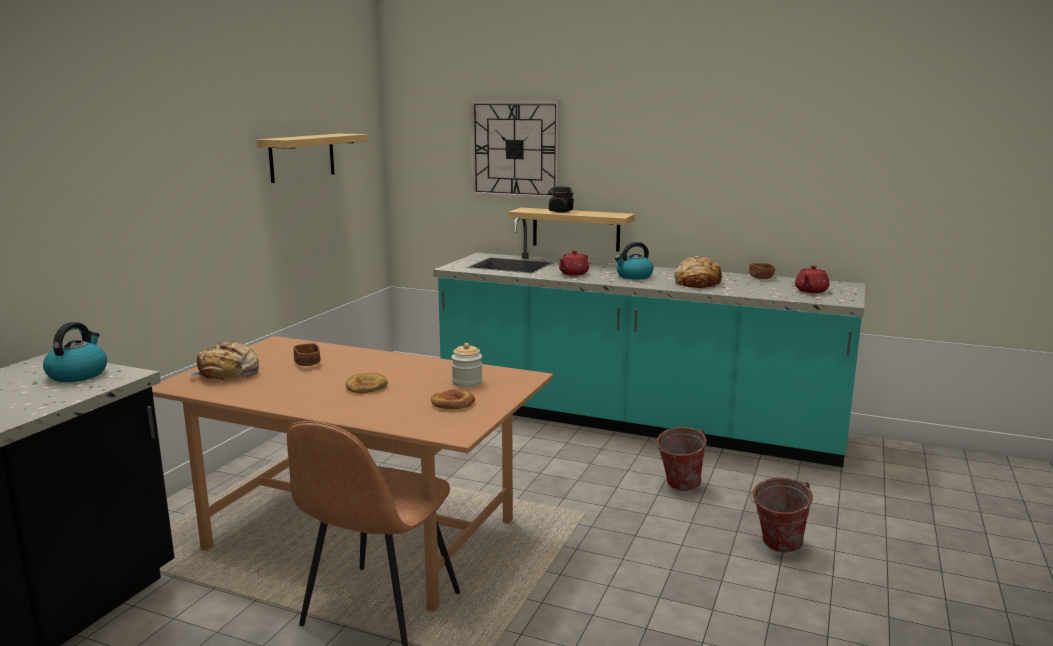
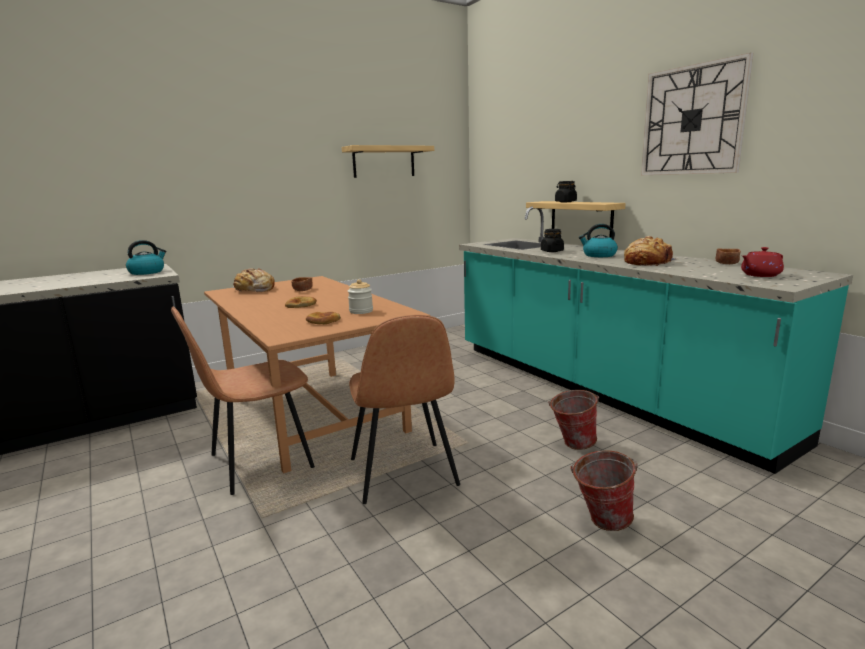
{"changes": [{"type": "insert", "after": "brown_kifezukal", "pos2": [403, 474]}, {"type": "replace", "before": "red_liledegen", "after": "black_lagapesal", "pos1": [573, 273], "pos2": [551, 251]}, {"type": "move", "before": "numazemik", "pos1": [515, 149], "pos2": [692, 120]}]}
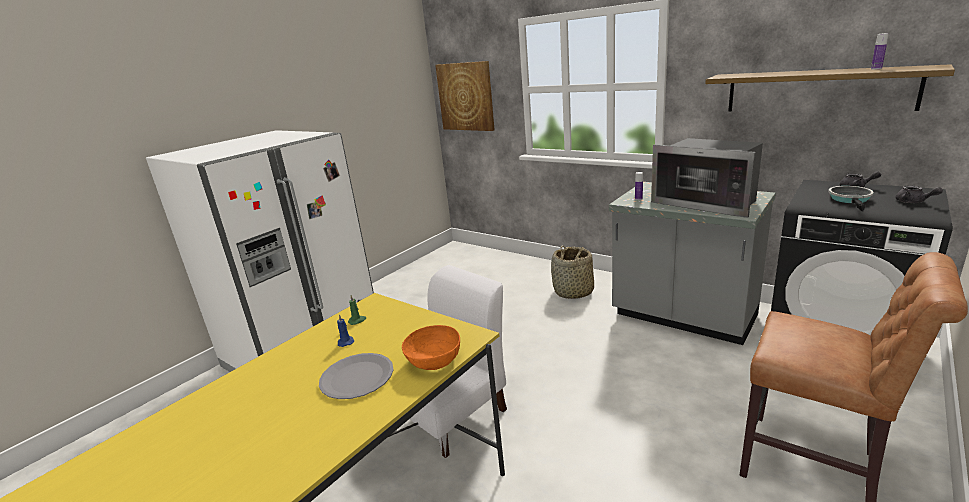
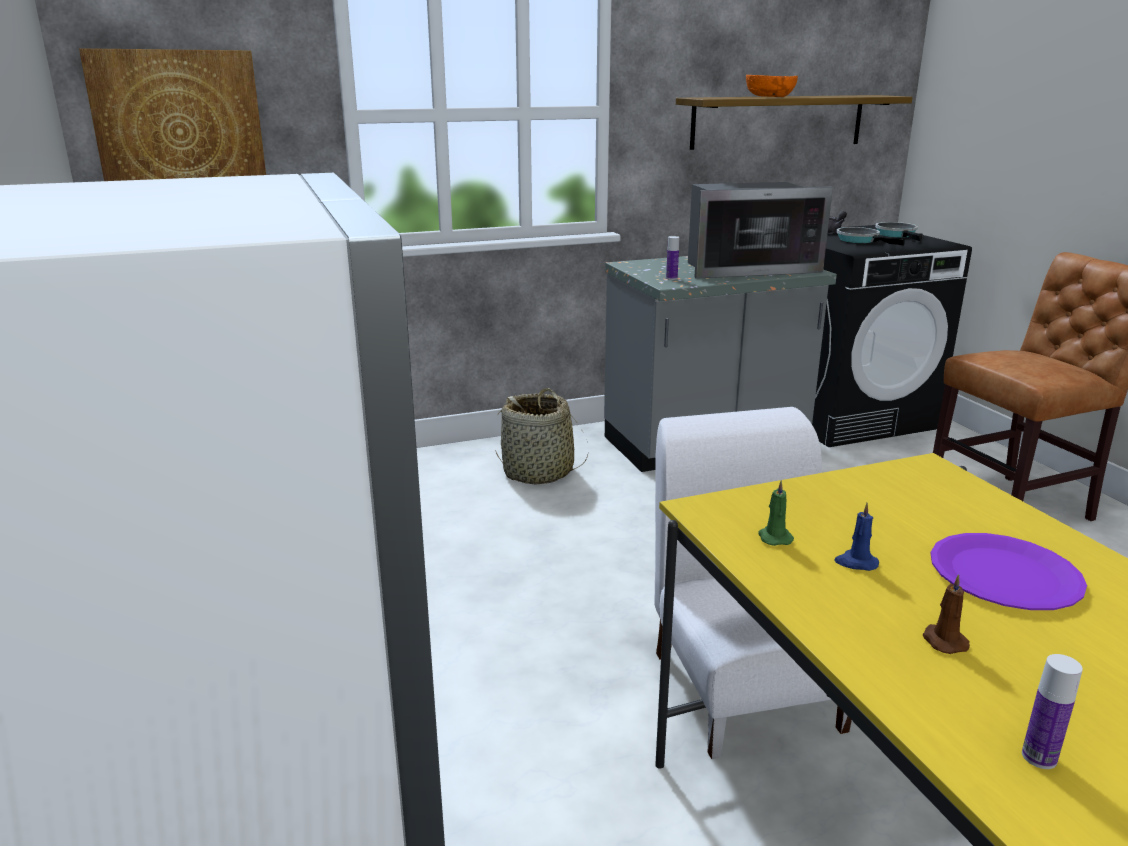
{"changes": [{"type": "move", "before": "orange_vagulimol", "pos1": [434, 360], "pos2": [770, 97]}, {"type": "replace", "before": "grey_liledegen", "after": "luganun", "pos1": [913, 202], "pos2": [897, 235]}, {"type": "insert", "after": "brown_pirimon", "pos2": [943, 641]}, {"type": "recolor", "before": "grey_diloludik", "after": "purple_diloludik", "pos1": [357, 377], "pos2": [1004, 575]}, {"type": "move", "before": "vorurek", "pos1": [876, 68], "pos2": [1039, 757]}]}
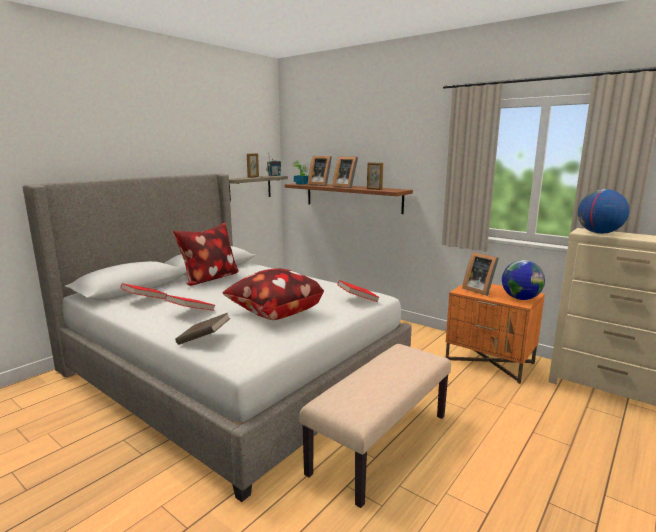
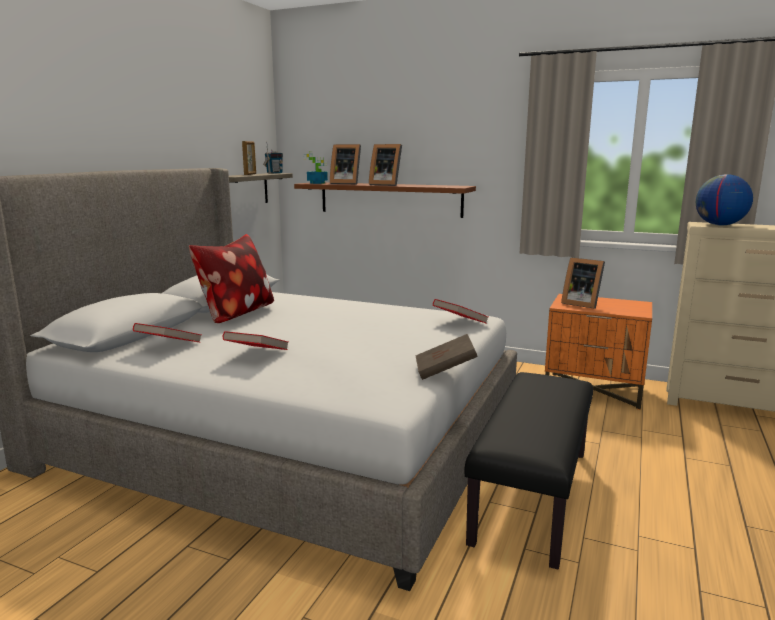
{"changes": [{"type": "move", "before": "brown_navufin", "pos1": [204, 340], "pos2": [445, 371]}, {"type": "recolor", "before": "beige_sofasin", "after": "black_sofasin", "pos1": [380, 442], "pos2": [531, 494]}, {"type": "delete", "before": "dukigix", "pos1": [274, 313]}, {"type": "delete", "before": "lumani", "pos1": [374, 189]}, {"type": "delete", "before": "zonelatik", "pos1": [520, 298]}]}
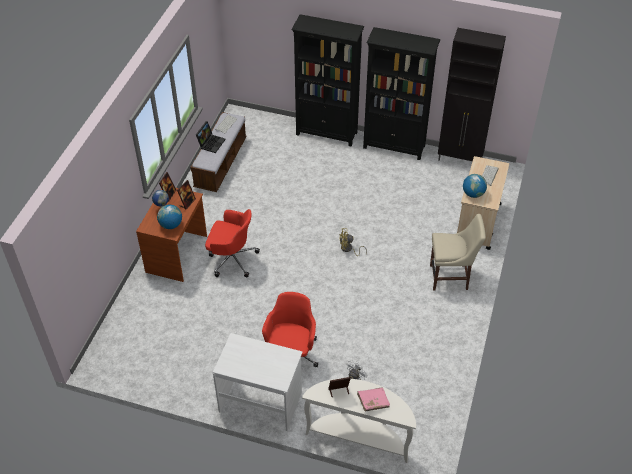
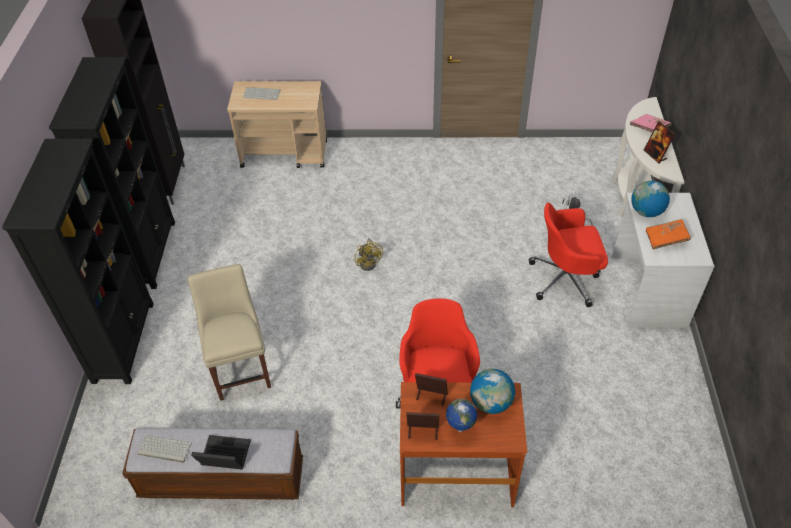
{"changes": [{"type": "move", "before": "beige_kifezukal", "pos1": [451, 277], "pos2": [241, 369]}, {"type": "move", "before": "zonelatik", "pos1": [473, 194], "pos2": [646, 212]}, {"type": "insert", "after": "orange_navufin", "pos2": [666, 239]}]}
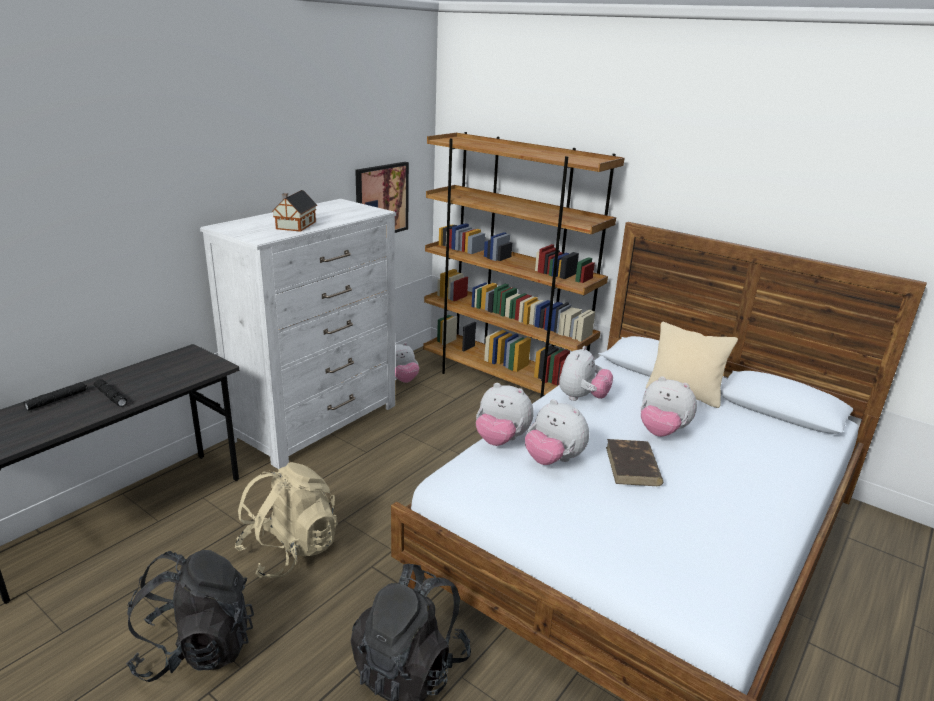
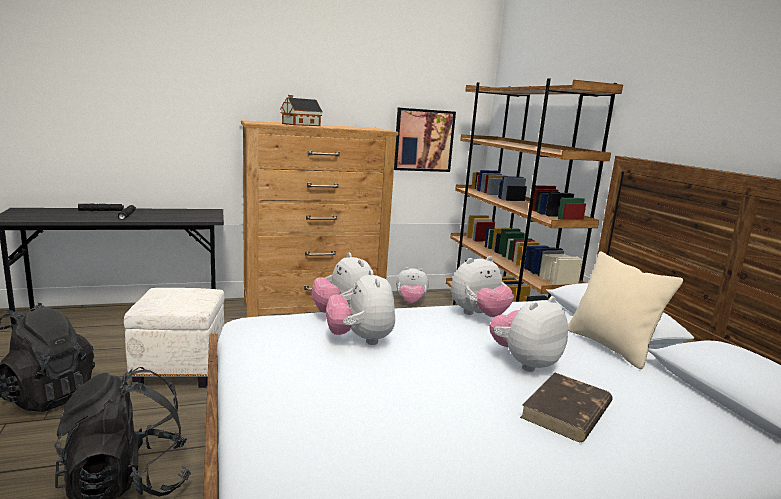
{"changes": [{"type": "replace", "before": "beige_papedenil", "after": "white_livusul", "pos1": [290, 550], "pos2": [179, 368]}, {"type": "recolor", "before": "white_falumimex", "after": "brown_falumimex", "pos1": [317, 422], "pos2": [313, 307]}, {"type": "rotate", "before": "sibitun", "pos1": [662, 432], "pos2": [524, 362], "turn": 75}, {"type": "move", "before": "brown_navufin", "pos1": [633, 466], "pos2": [566, 411]}]}
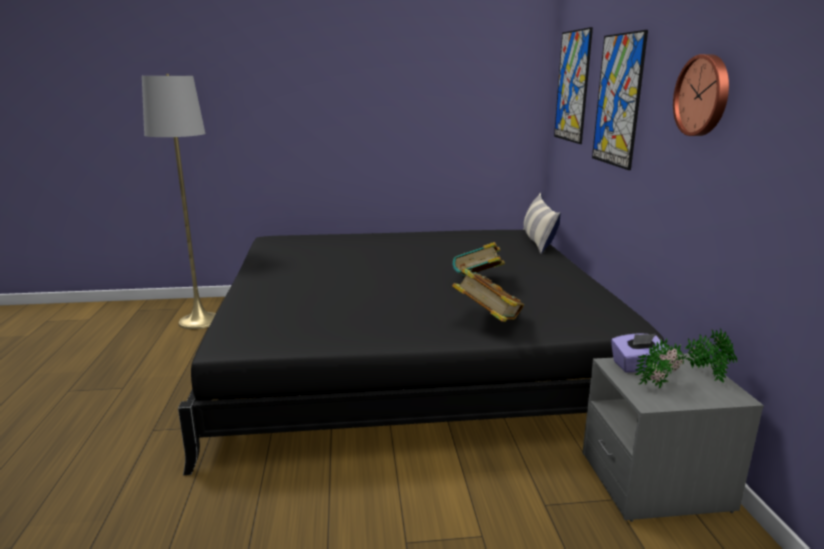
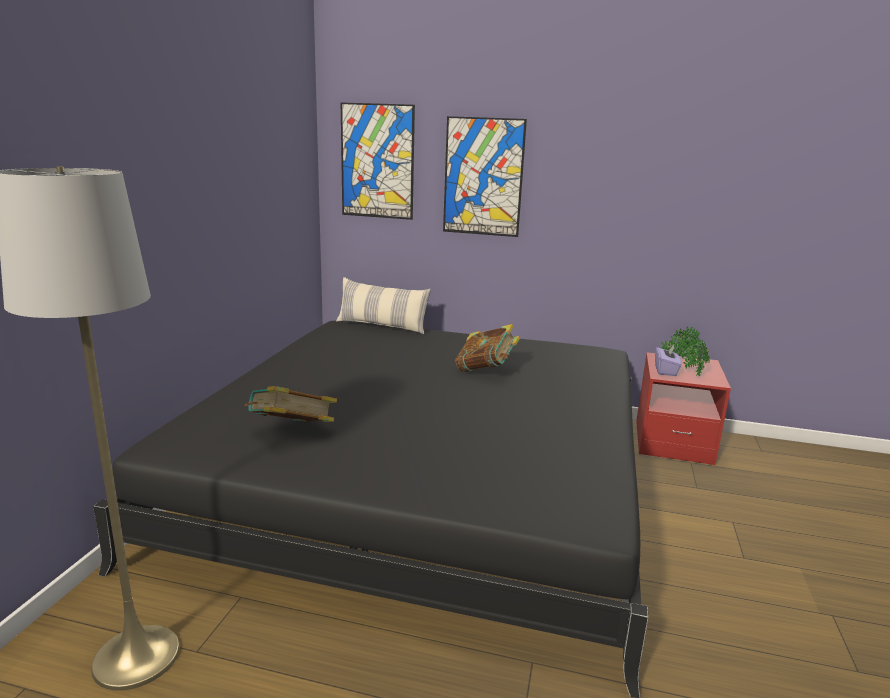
{"changes": [{"type": "move", "before": "navufin", "pos1": [487, 320], "pos2": [291, 433]}, {"type": "recolor", "before": "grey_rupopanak", "after": "red_rupopanak", "pos1": [655, 481], "pos2": [672, 443]}, {"type": "delete", "before": "numazemik", "pos1": [703, 95]}]}
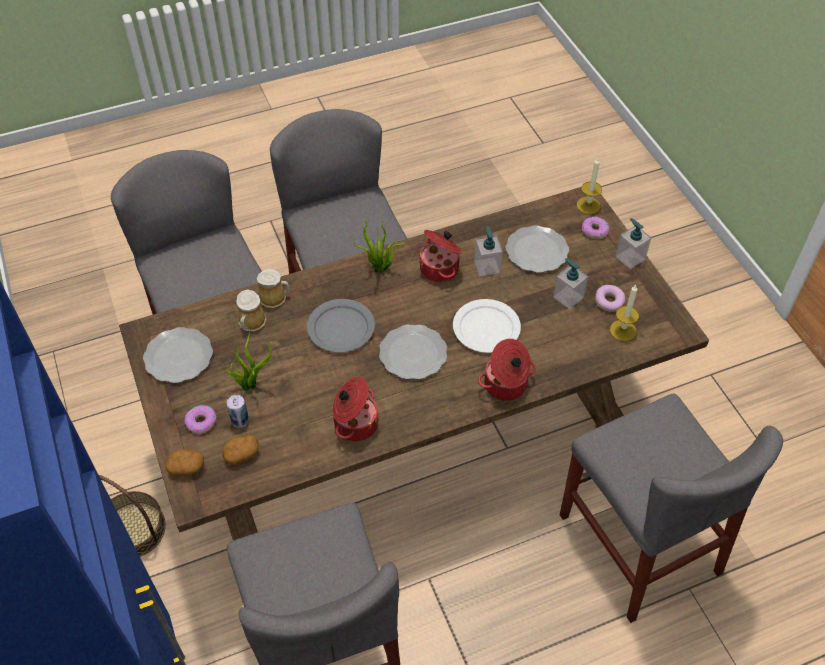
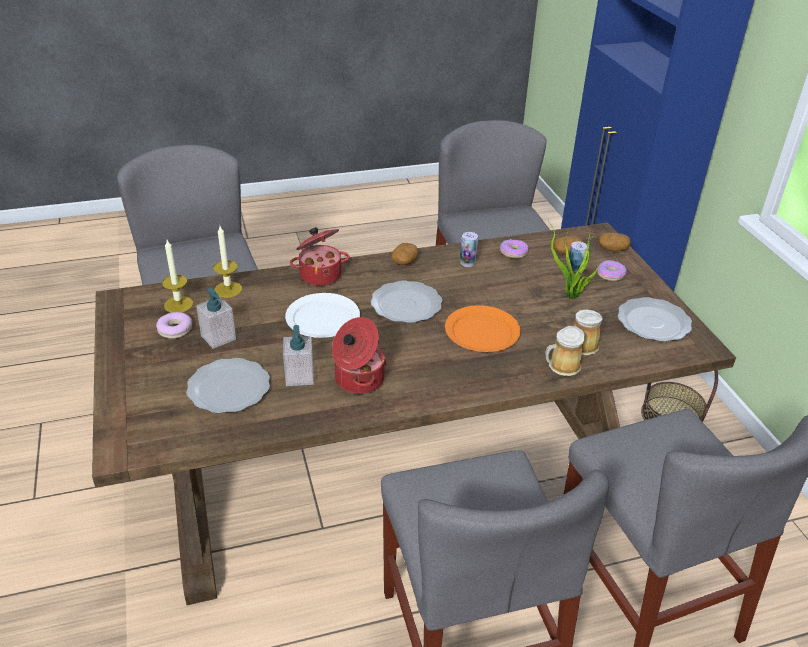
{"changes": [{"type": "move", "before": "pirimon", "pos1": [588, 205], "pos2": [228, 289]}, {"type": "insert", "after": "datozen", "pos2": [404, 262]}, {"type": "recolor", "before": "grey_diloludik", "after": "orange_diloludik", "pos1": [341, 328], "pos2": [481, 332]}, {"type": "replace", "before": "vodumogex", "after": "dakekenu", "pos1": [355, 423], "pos2": [467, 262]}, {"type": "move", "before": "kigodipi", "pos1": [594, 231], "pos2": [513, 252]}, {"type": "delete", "before": "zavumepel", "pos1": [380, 269]}, {"type": "delete", "before": "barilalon", "pos1": [630, 258]}]}
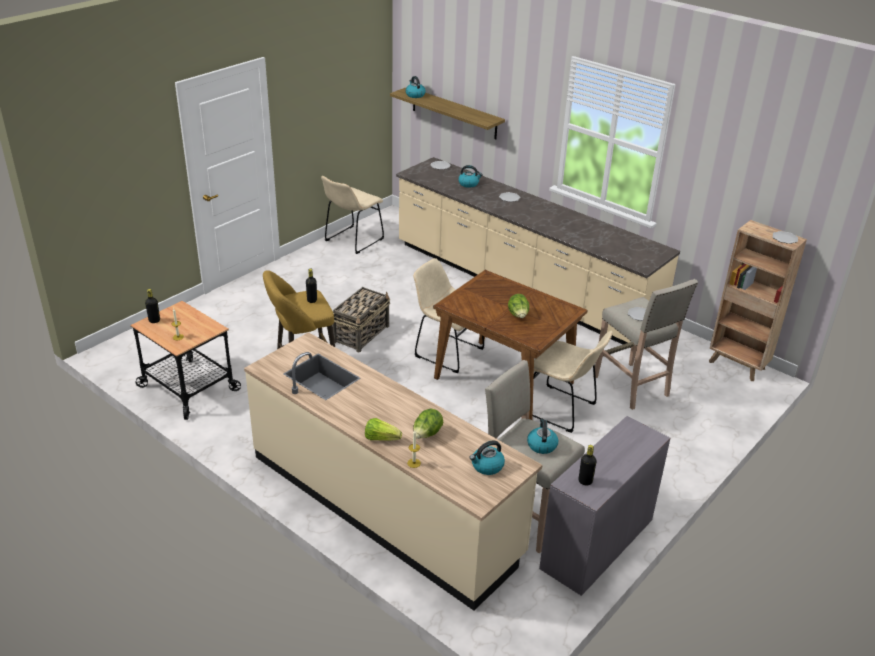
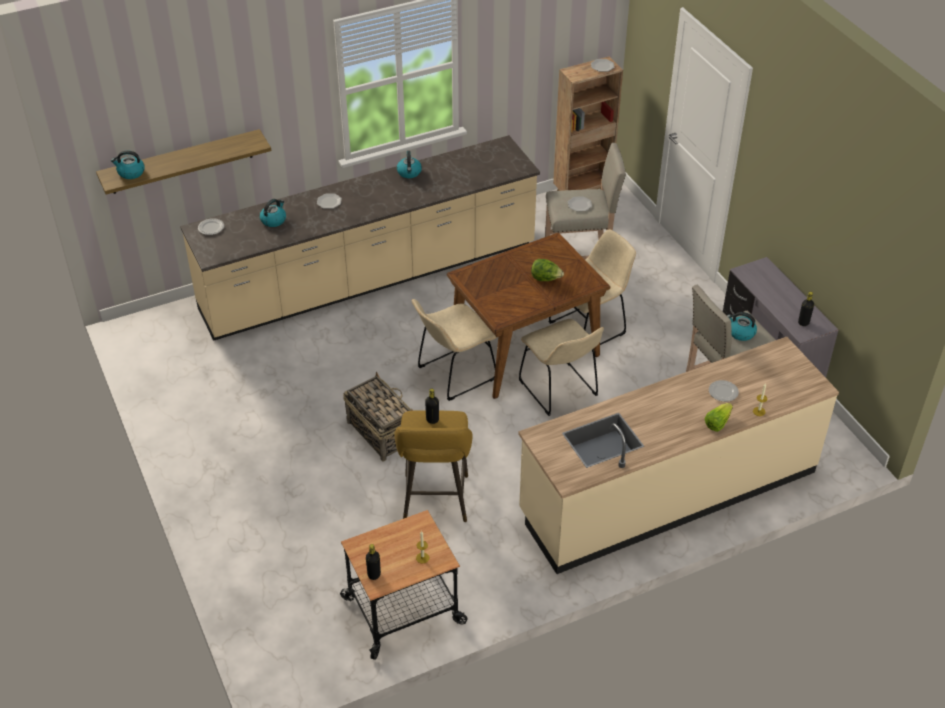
{"changes": [{"type": "move", "before": "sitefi", "pos1": [487, 466], "pos2": [409, 173]}, {"type": "move", "before": "beige_kifezukal", "pos1": [352, 241], "pos2": [560, 391]}, {"type": "replace", "before": "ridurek", "after": "diloludik", "pos1": [427, 434], "pos2": [723, 392]}]}
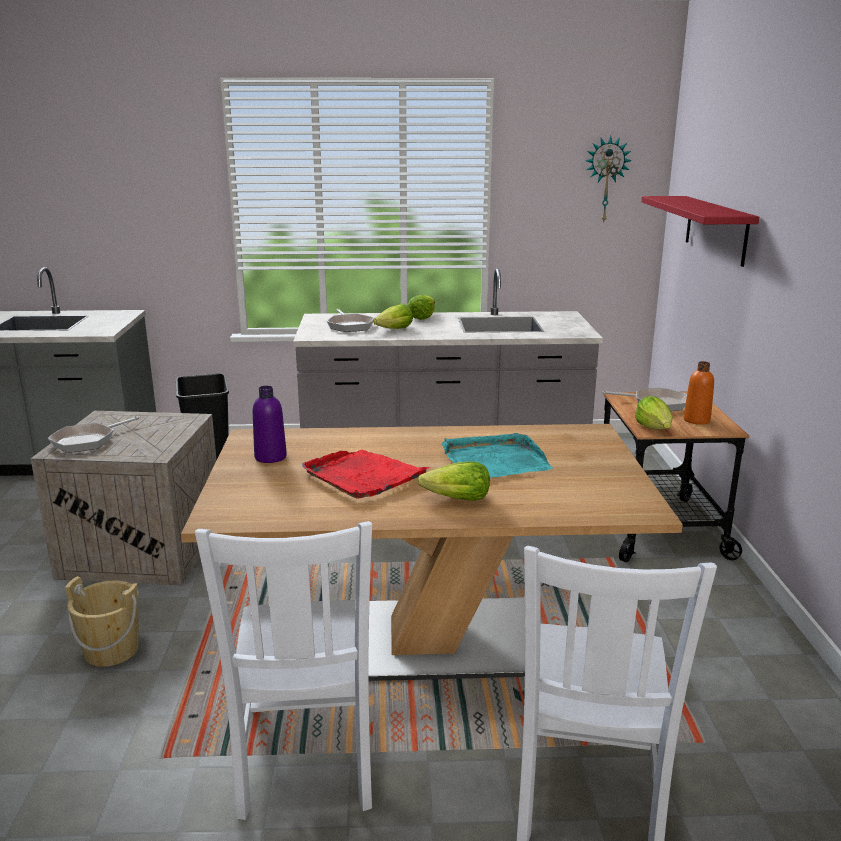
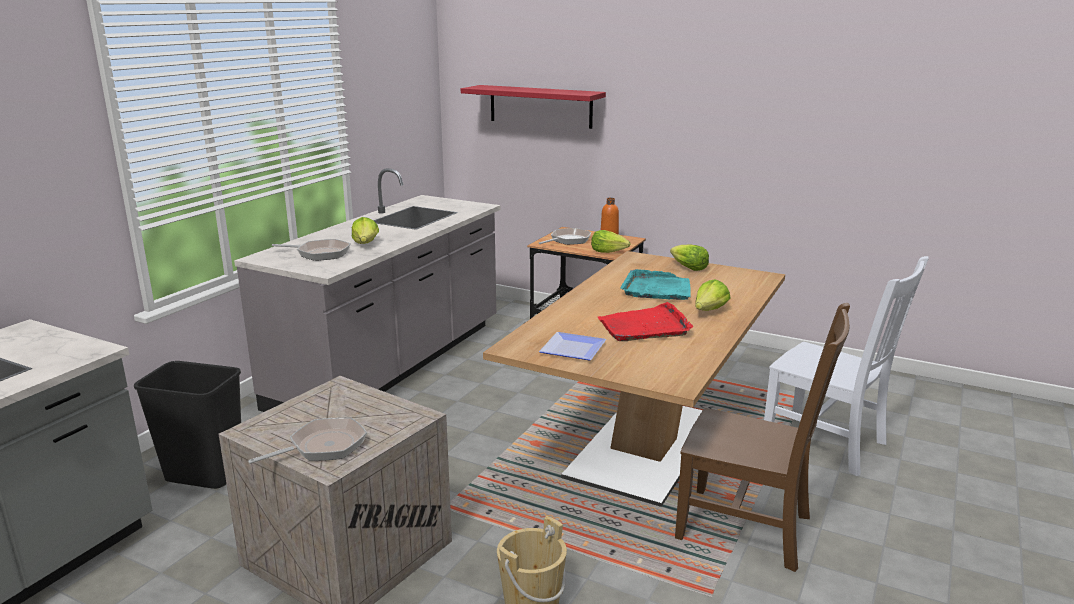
{"changes": [{"type": "rotate", "before": "luganun", "pos1": [87, 441], "pos2": [323, 447], "turn": -105}, {"type": "replace", "before": "purple_vorurek", "after": "diloludik", "pos1": [270, 457], "pos2": [571, 348]}, {"type": "move", "before": "ridurek", "pos1": [422, 317], "pos2": [688, 268]}, {"type": "recolor", "before": "white_kifezukal", "after": "brown_kifezukal", "pos1": [306, 760], "pos2": [748, 529]}, {"type": "delete", "before": "numazemik", "pos1": [606, 180]}]}
